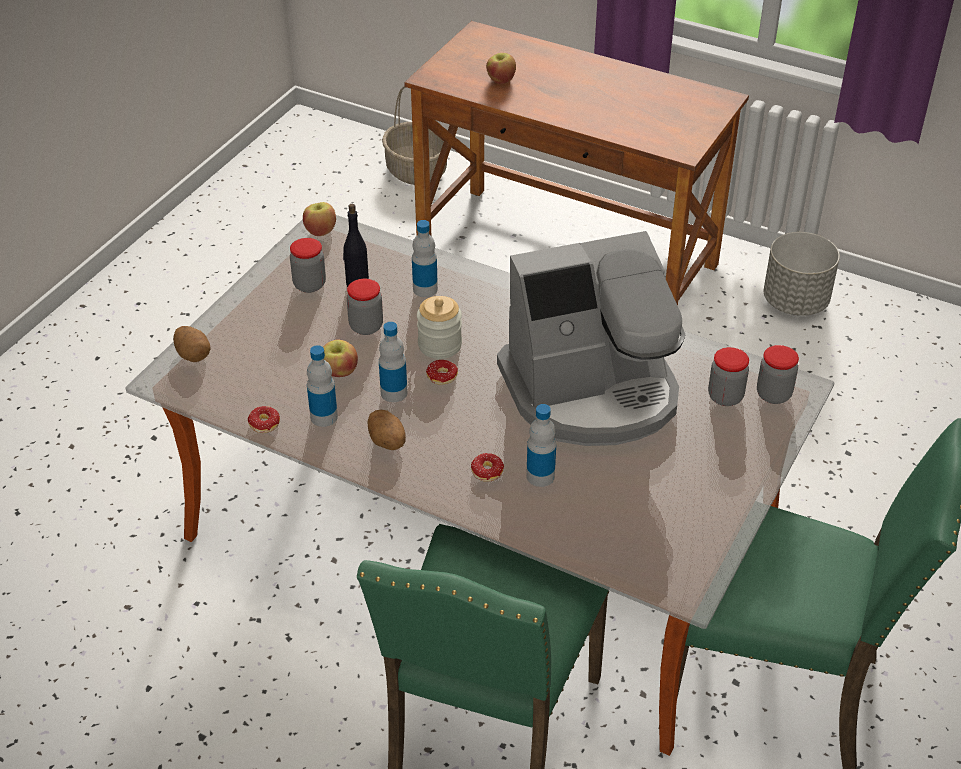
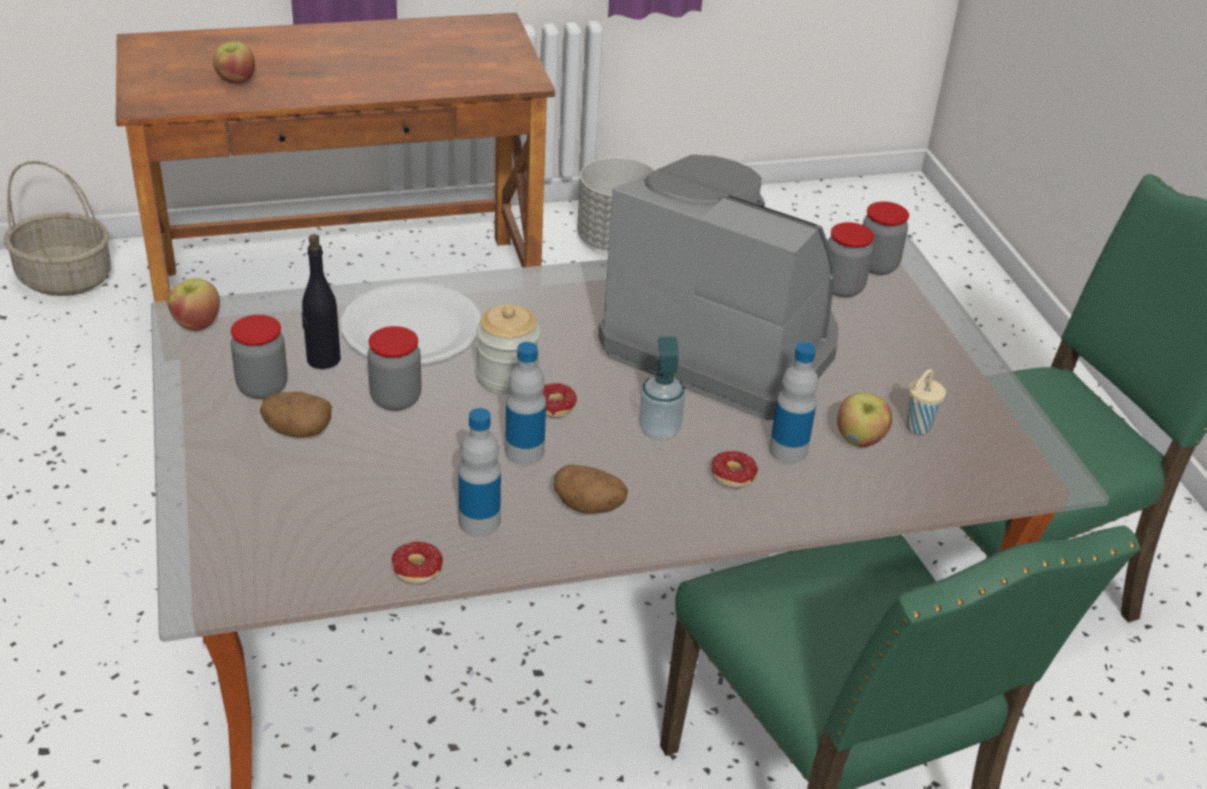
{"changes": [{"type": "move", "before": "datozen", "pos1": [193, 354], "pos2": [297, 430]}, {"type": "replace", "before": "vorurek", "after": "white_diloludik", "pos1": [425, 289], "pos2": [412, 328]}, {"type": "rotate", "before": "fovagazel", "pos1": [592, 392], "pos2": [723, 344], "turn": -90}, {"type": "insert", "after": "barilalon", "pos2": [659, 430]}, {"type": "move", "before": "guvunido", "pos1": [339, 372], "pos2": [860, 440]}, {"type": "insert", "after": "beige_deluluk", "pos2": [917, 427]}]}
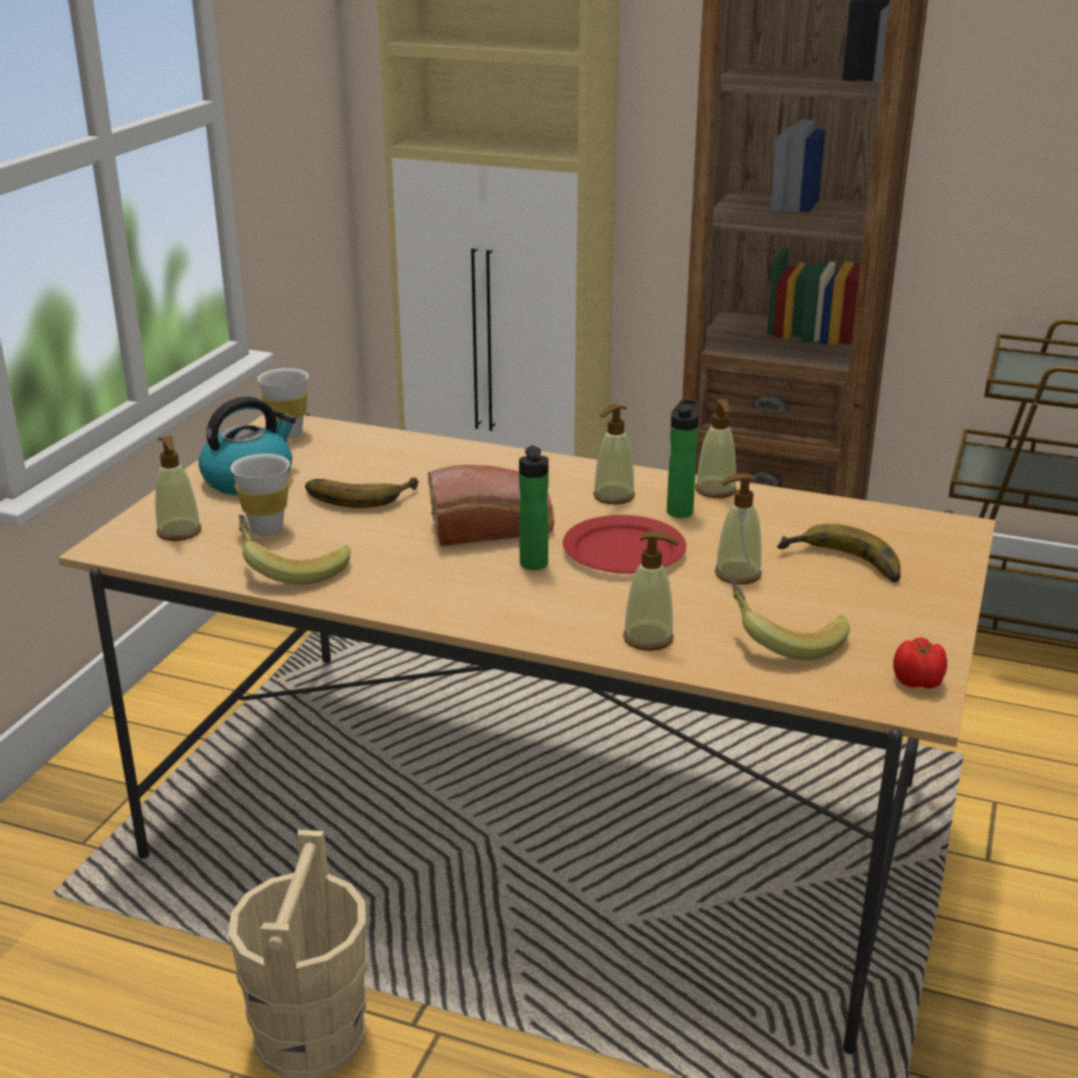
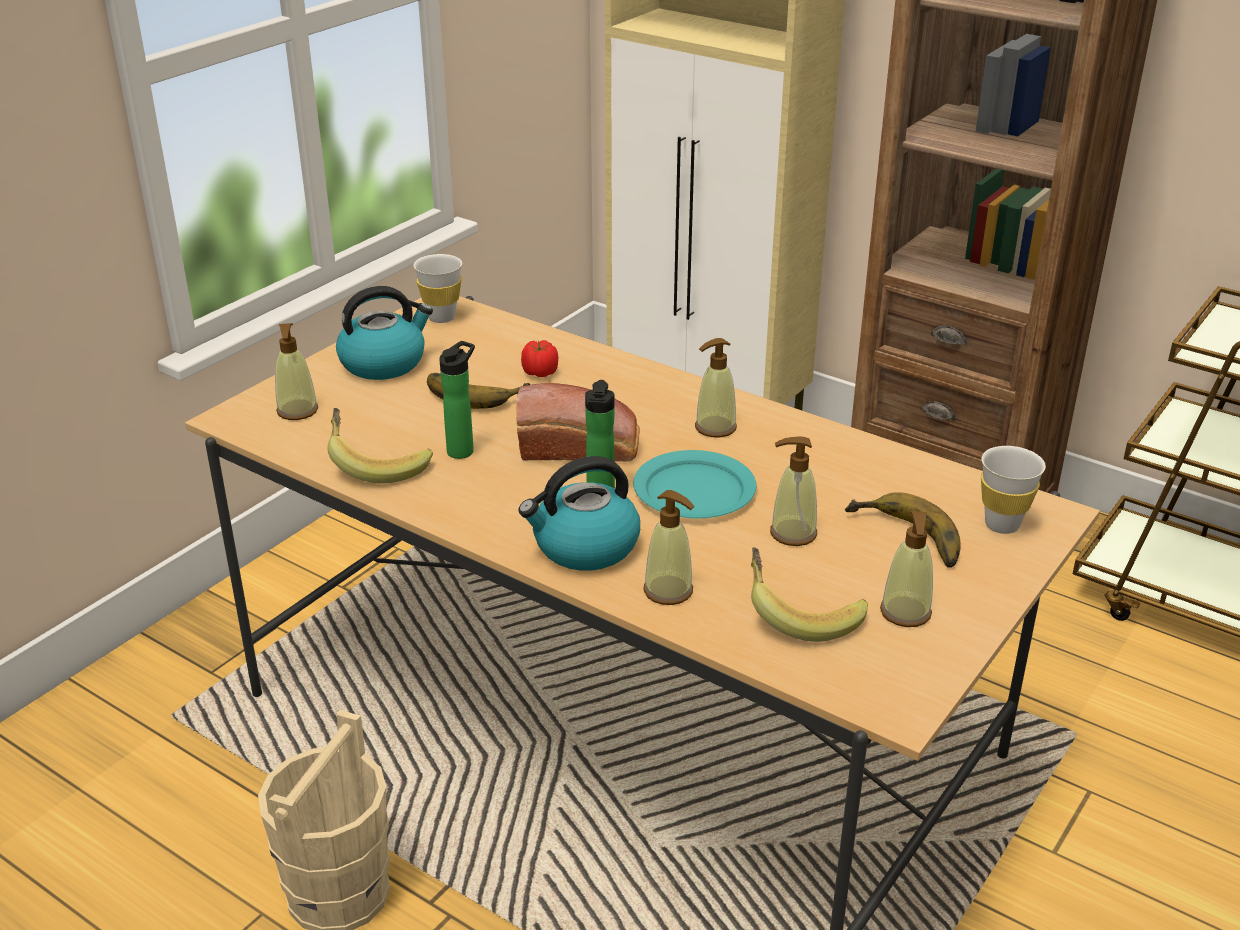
{"changes": [{"type": "move", "before": "vorurek", "pos1": [680, 510], "pos2": [463, 450]}, {"type": "insert", "after": "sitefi", "pos2": [584, 547]}, {"type": "move", "before": "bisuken", "pos1": [918, 682], "pos2": [540, 373]}, {"type": "recolor", "before": "red_diloludik", "after": "turquoise_diloludik", "pos1": [623, 550], "pos2": [694, 489]}, {"type": "move", "before": "barilalon", "pos1": [715, 490], "pos2": [905, 613]}, {"type": "move", "before": "white_deluluk", "pos1": [266, 529], "pos2": [1002, 525]}]}
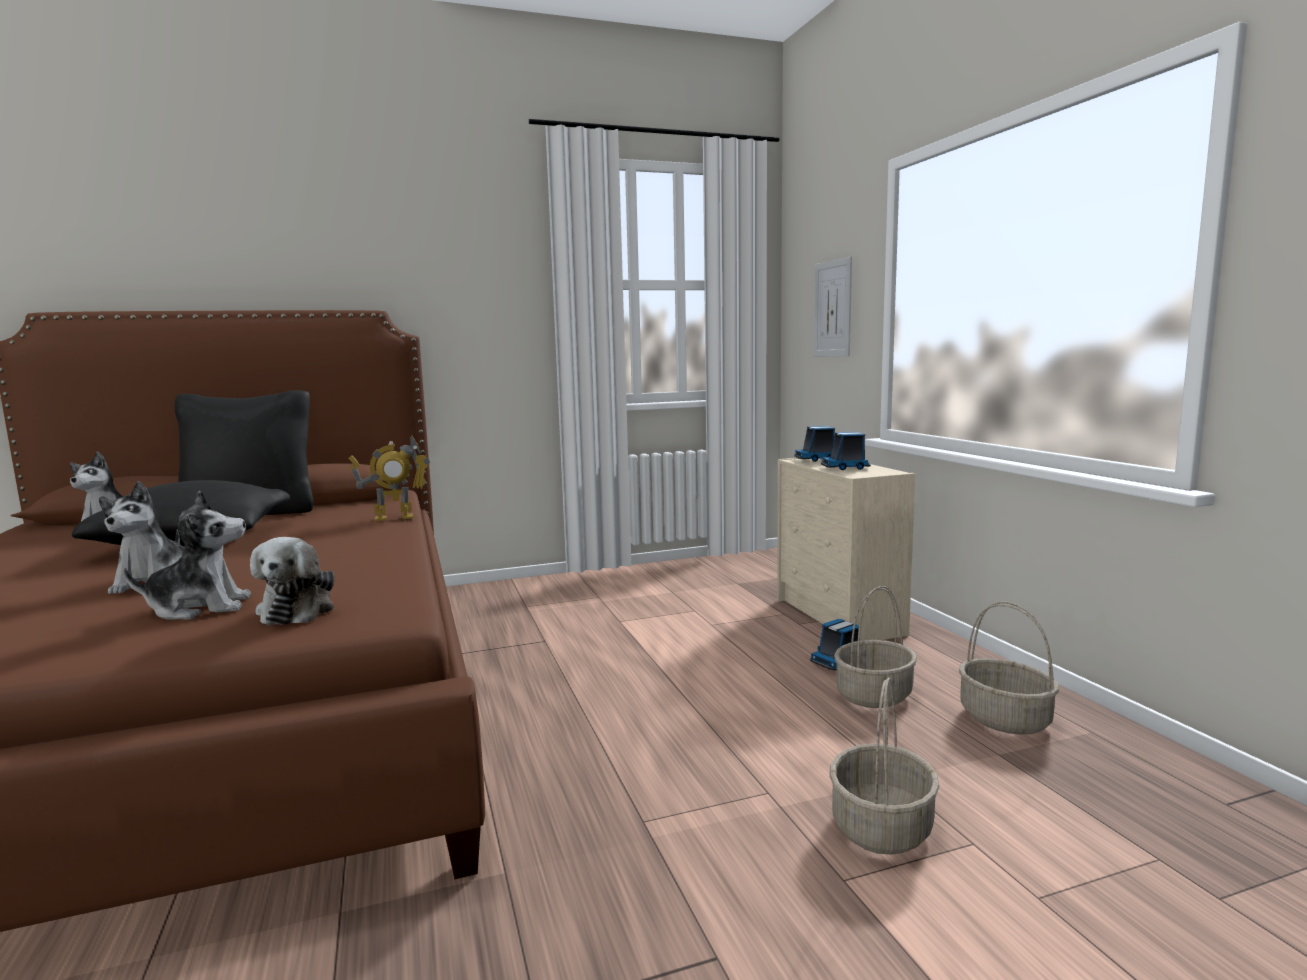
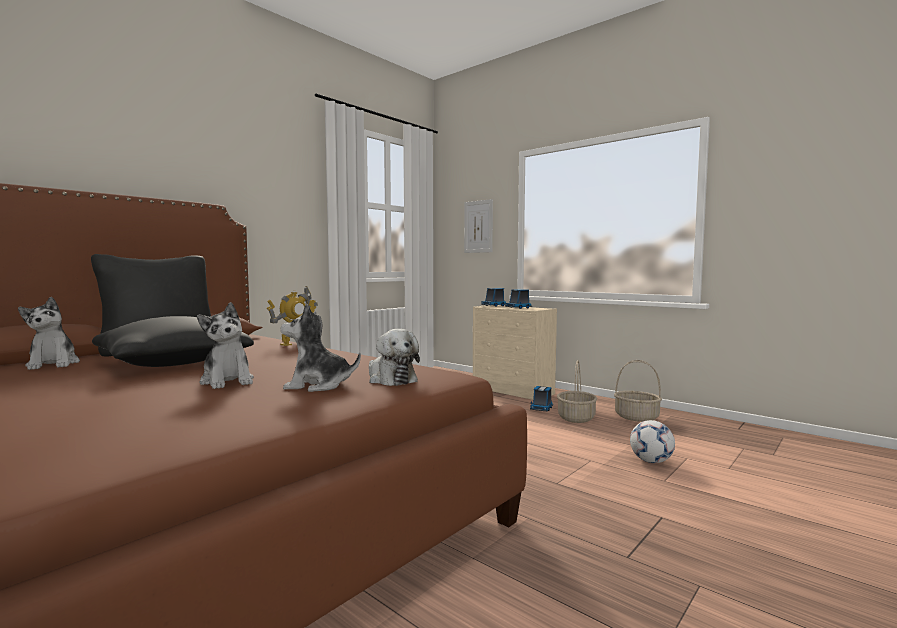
{"changes": [{"type": "rotate", "before": "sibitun", "pos1": [200, 607], "pos2": [318, 385], "turn": -135}, {"type": "replace", "before": "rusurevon", "after": "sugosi", "pos1": [882, 828], "pos2": [651, 461]}]}
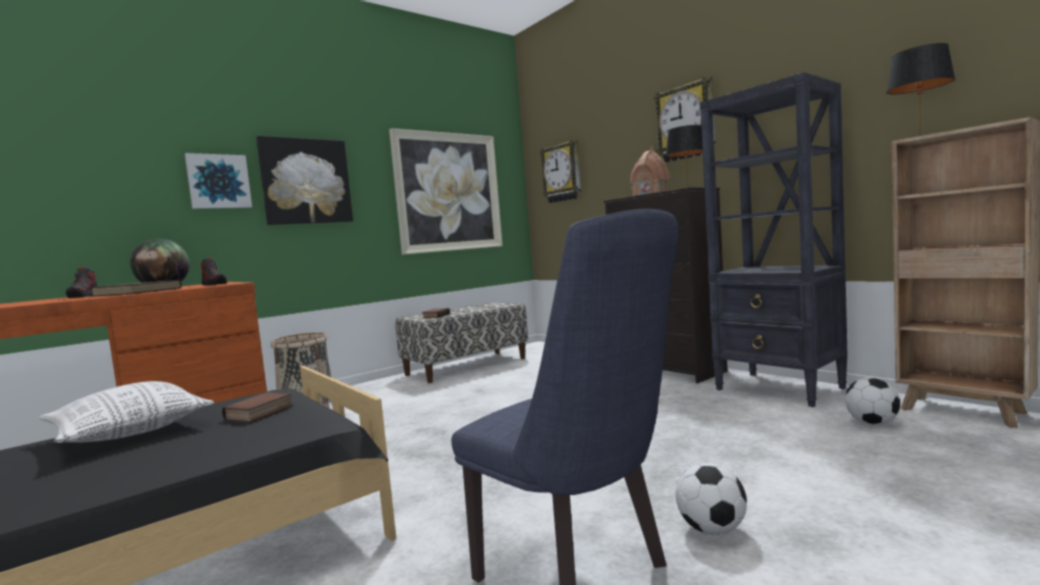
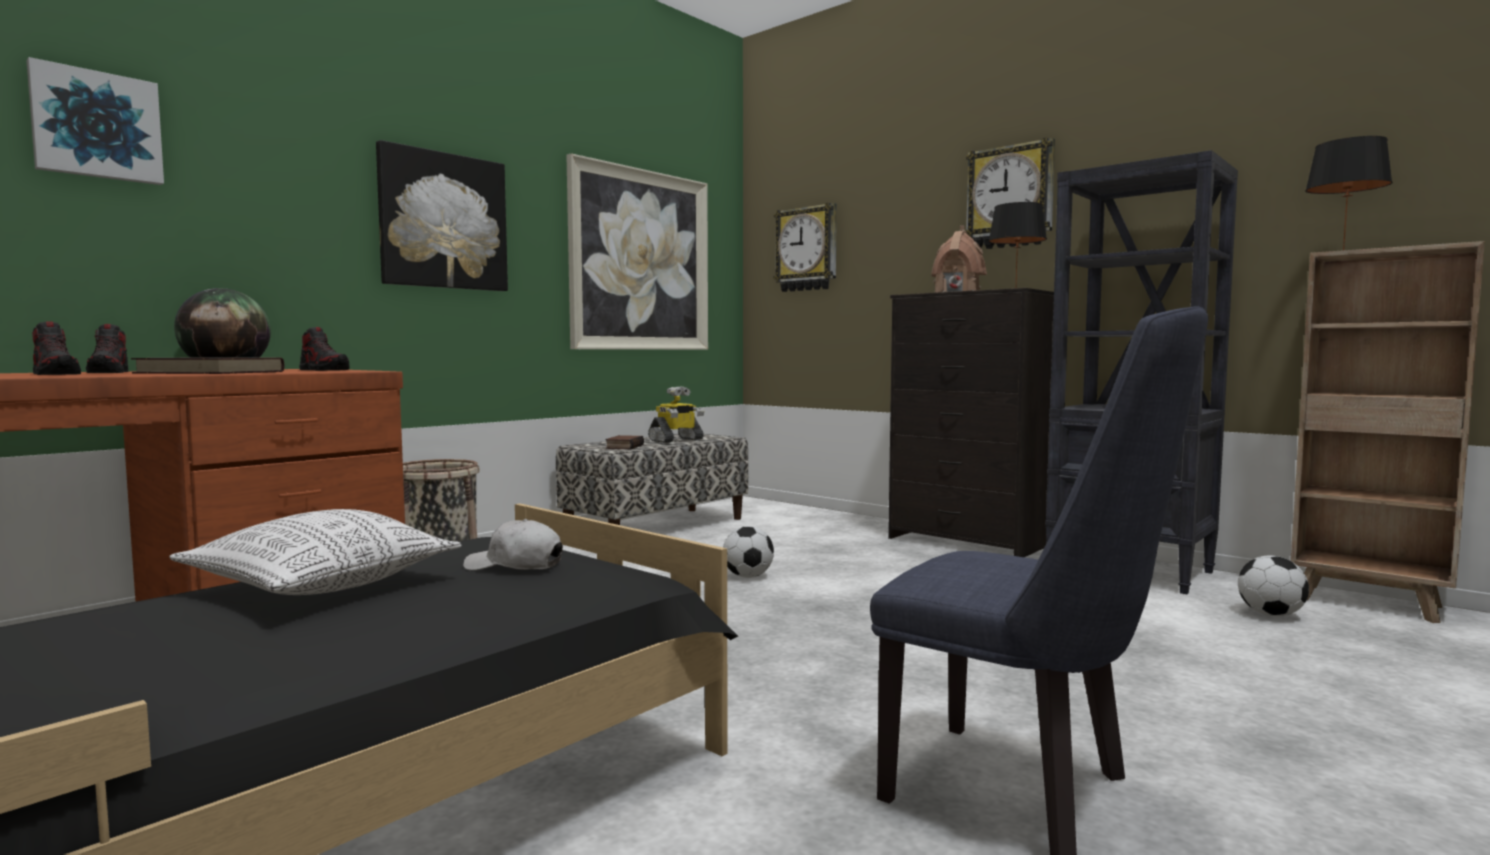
{"changes": [{"type": "move", "before": "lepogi", "pos1": [218, 181], "pos2": [97, 125]}, {"type": "insert", "after": "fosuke", "pos2": [56, 374]}, {"type": "replace", "before": "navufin", "after": "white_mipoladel", "pos1": [260, 413], "pos2": [515, 566]}, {"type": "insert", "after": "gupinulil", "pos2": [676, 440]}, {"type": "move", "before": "sugosi", "pos1": [712, 529], "pos2": [748, 576]}]}
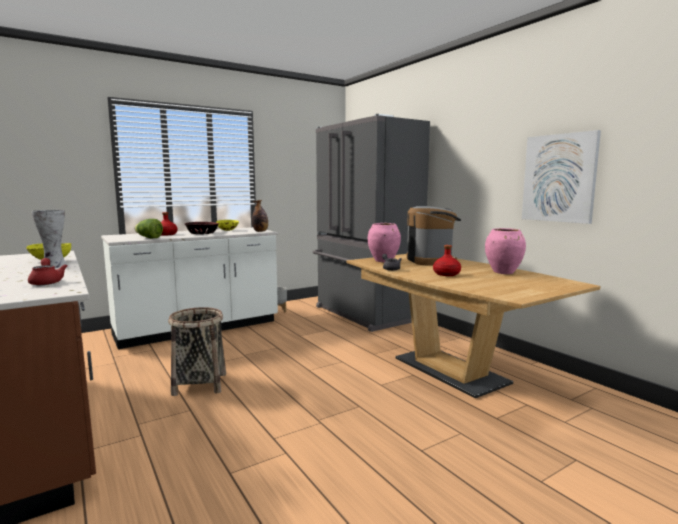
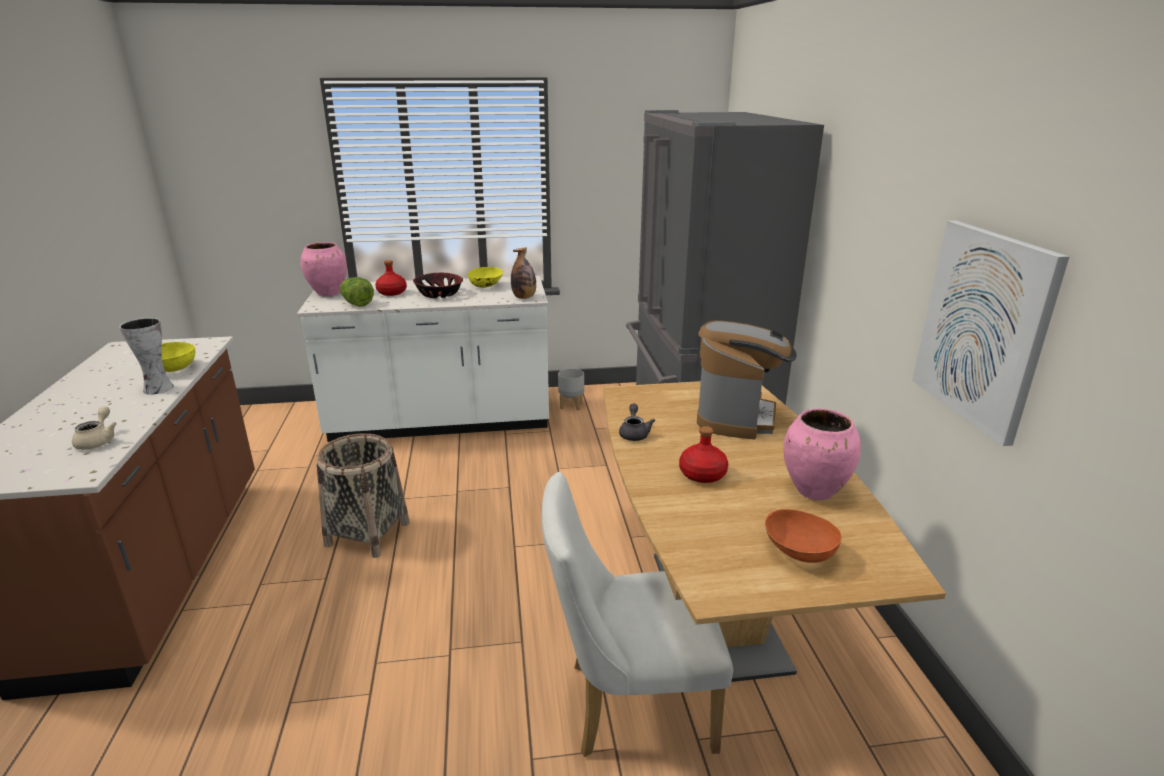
{"changes": [{"type": "recolor", "before": "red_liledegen", "after": "beige_liledegen", "pos1": [47, 282], "pos2": [98, 440]}, {"type": "move", "before": "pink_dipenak", "pos1": [384, 261], "pos2": [329, 293]}, {"type": "insert", "after": "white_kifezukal", "pos2": [628, 705]}, {"type": "insert", "after": "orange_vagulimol", "pos2": [798, 553]}]}
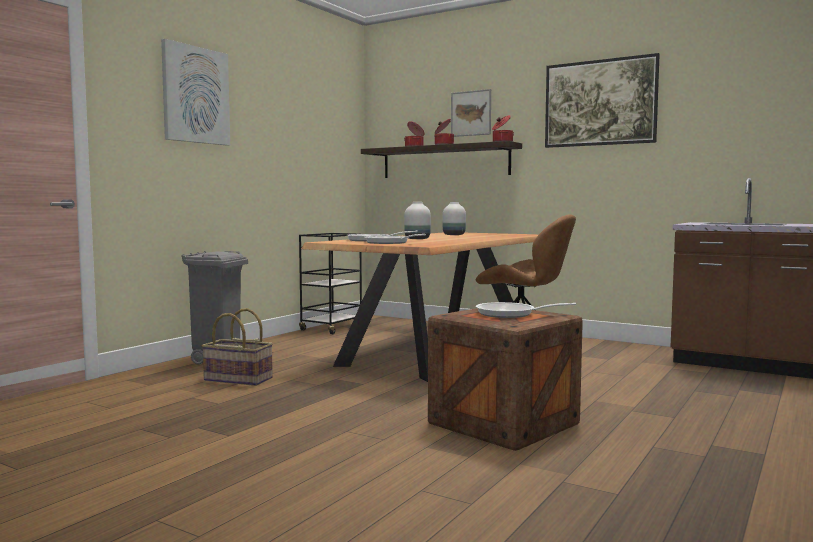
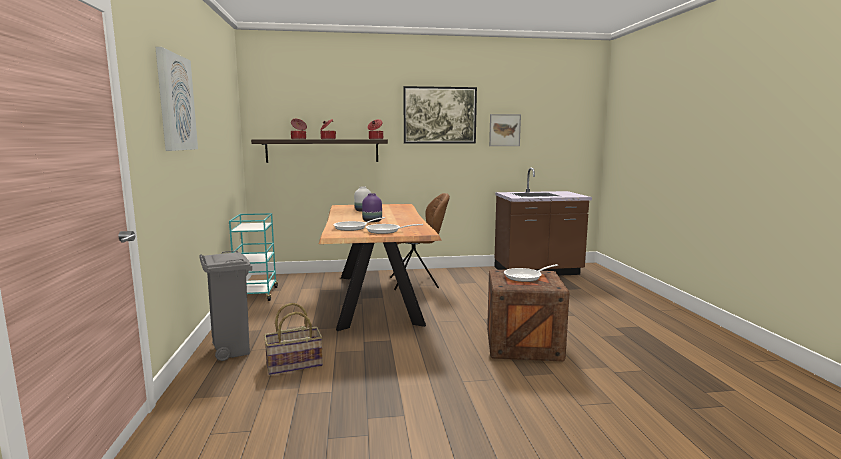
{"changes": [{"type": "recolor", "before": "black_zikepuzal", "after": "turquoise_zikepuzal", "pos1": [332, 328], "pos2": [257, 295]}, {"type": "recolor", "before": "white_dipenak", "after": "purple_dipenak", "pos1": [417, 239], "pos2": [372, 221]}, {"type": "move", "before": "lepogi", "pos1": [471, 113], "pos2": [504, 130]}]}
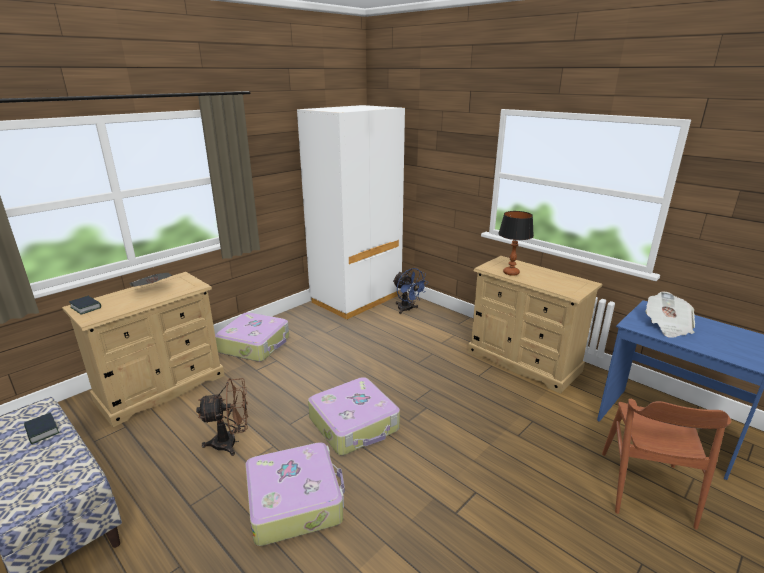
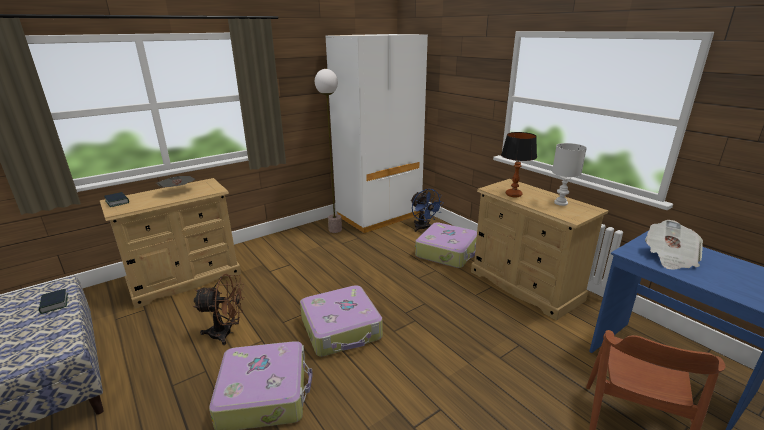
{"changes": [{"type": "insert", "after": "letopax", "pos2": [335, 230]}, {"type": "move", "before": "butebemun", "pos1": [255, 344], "pos2": [447, 252]}, {"type": "insert", "after": "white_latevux", "pos2": [561, 203]}]}
